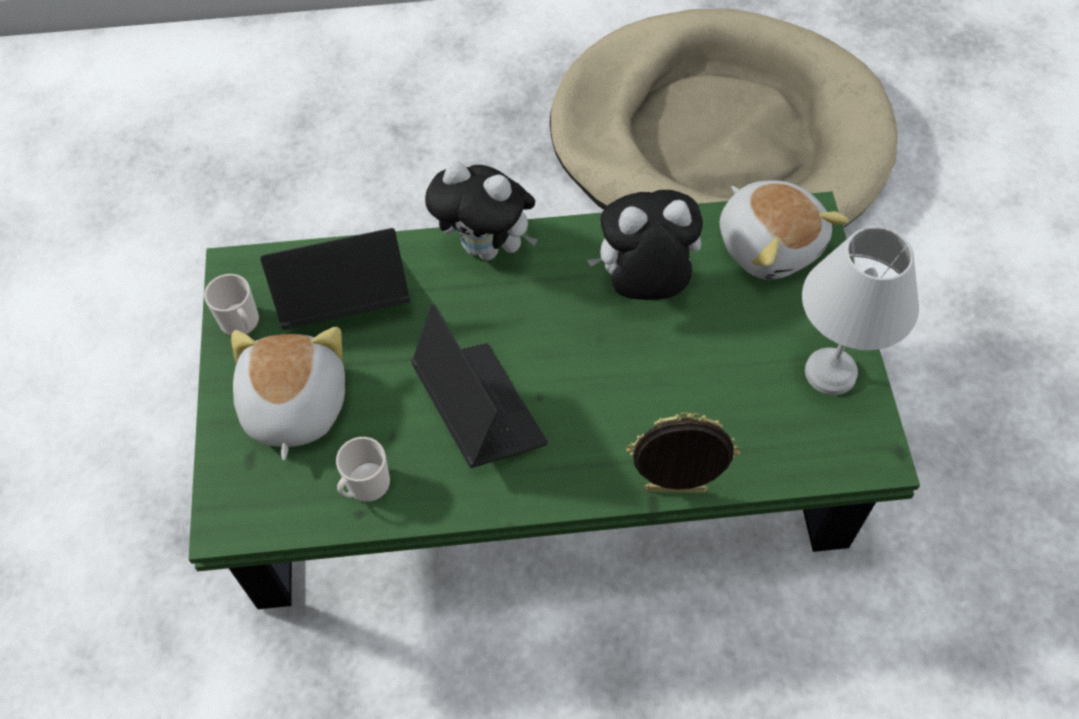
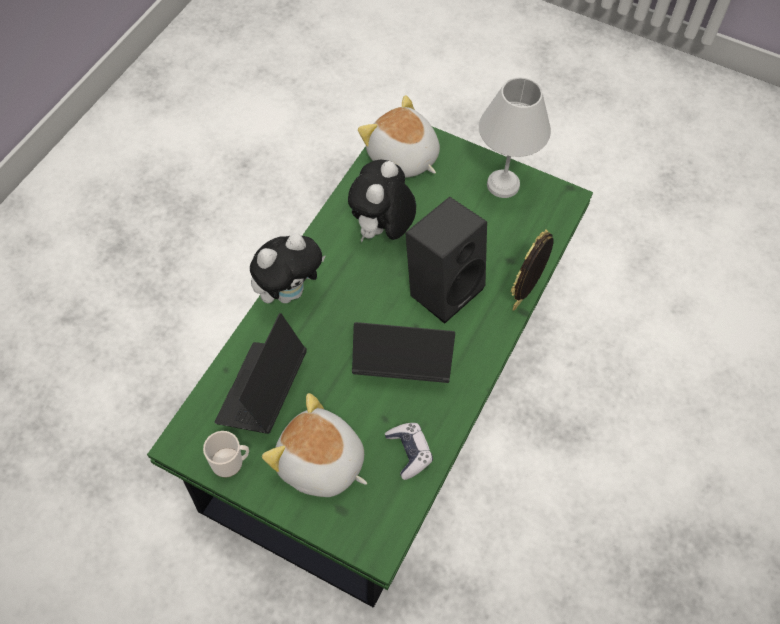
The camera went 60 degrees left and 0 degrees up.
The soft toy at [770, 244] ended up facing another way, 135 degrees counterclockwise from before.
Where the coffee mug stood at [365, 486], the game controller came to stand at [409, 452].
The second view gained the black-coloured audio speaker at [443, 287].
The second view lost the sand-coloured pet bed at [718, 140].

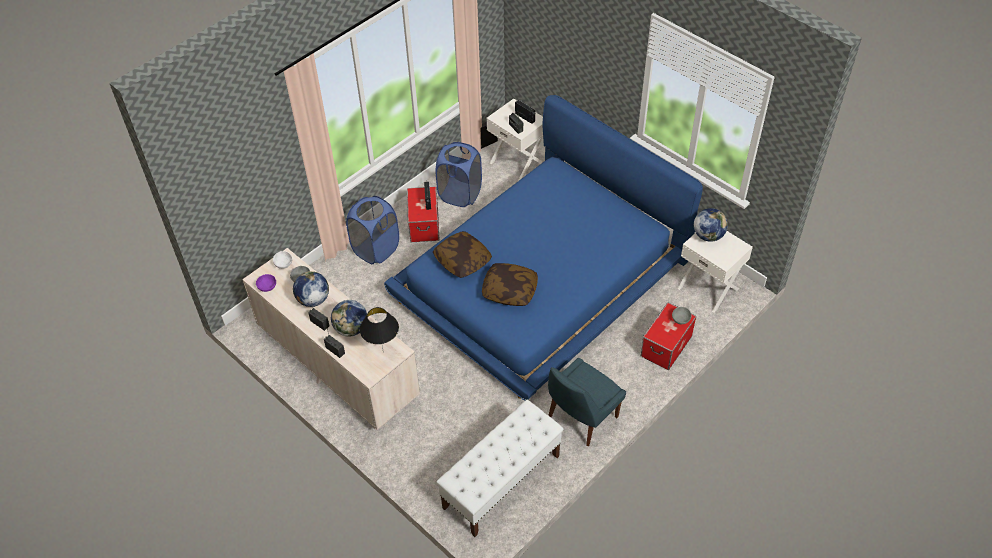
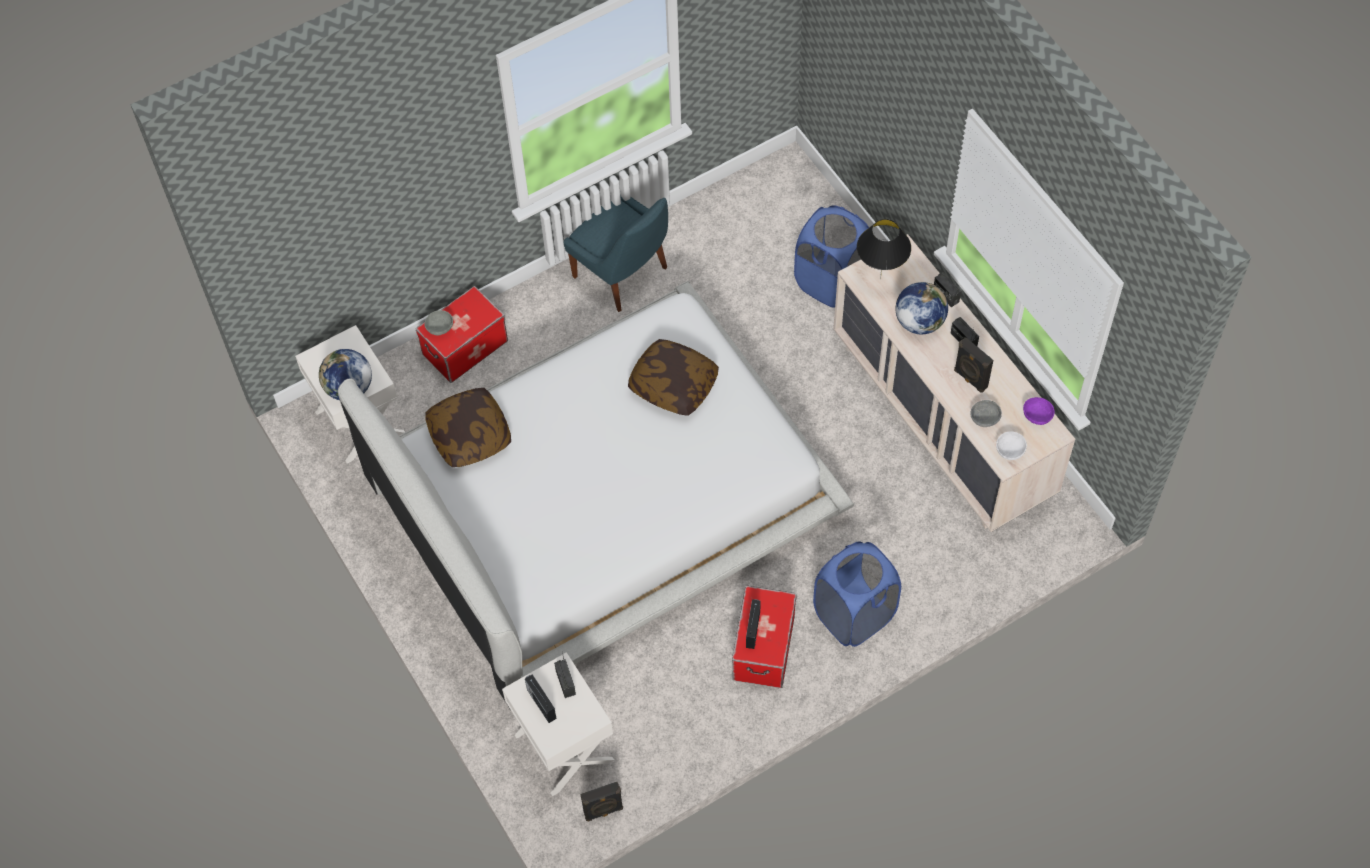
The camera went 165 degrees left and 10 degrees up.
What was the blue sleeping bed at [541, 278] turned into the whitish sleeping bed at [602, 498].
The throw pillow ended up elsewhere, having gone from [462, 261] to [470, 435].
The blue upright chair at [581, 418] ended up facing another way, 75 degrees clockwise from before.
The blue hamper ended up elsewhere, having gone from [460, 194] to [831, 282].
Where the world globe stood at [313, 300], the black-coloured audio speaker came to stand at [970, 379].
The second view lost the whitish long seat at [501, 482].

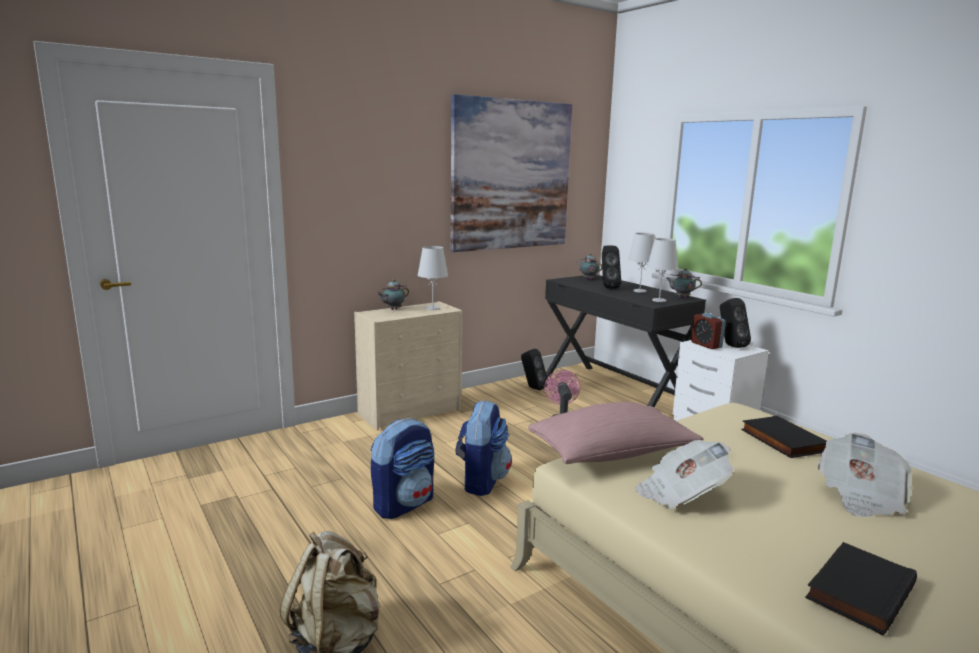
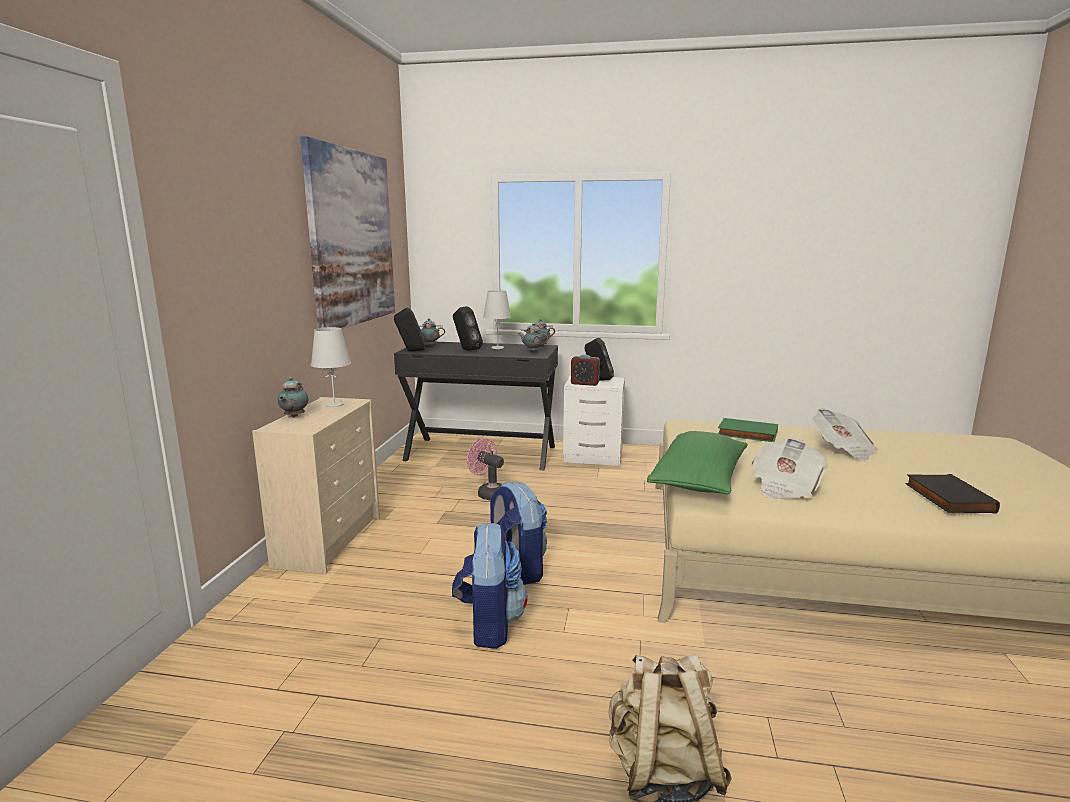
The camera went 45 degrees left and 0 degrees up.
The black-coloured audio speaker ended up elsewhere, having gone from [532, 388] to [411, 351].
Where the whitish tabletop lamp stood at [659, 300], the tea pot came to stand at [532, 352].
What was the pink-coloured throw pillow at [612, 454] turned into the green-coloured throw pillow at [699, 480].
What was the black-coloured volume at [780, 440] turned into the green-coloured volume at [746, 434].

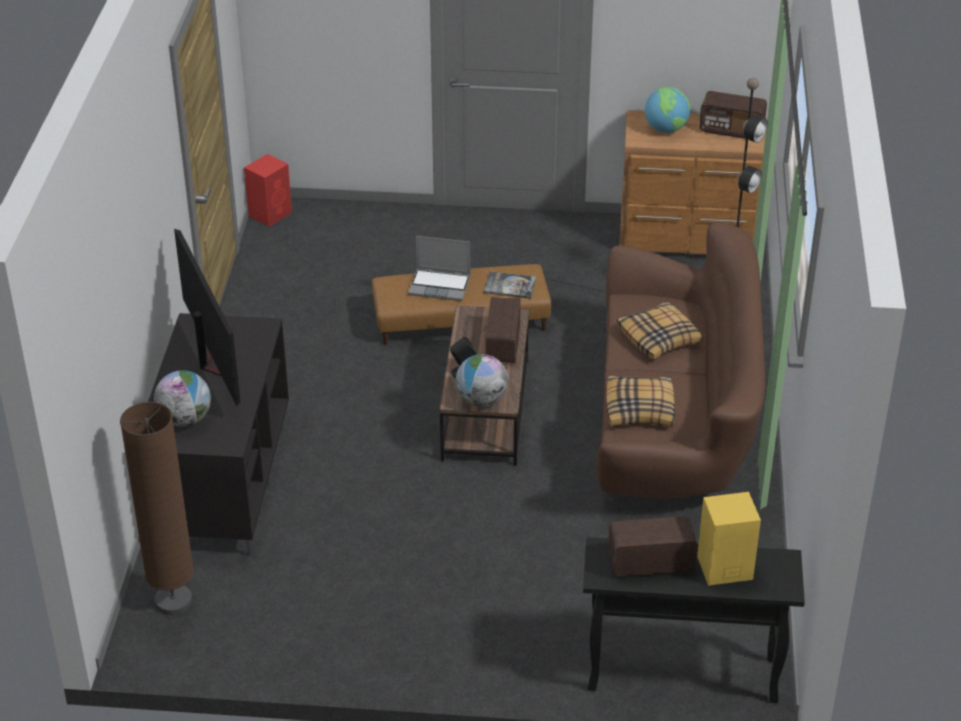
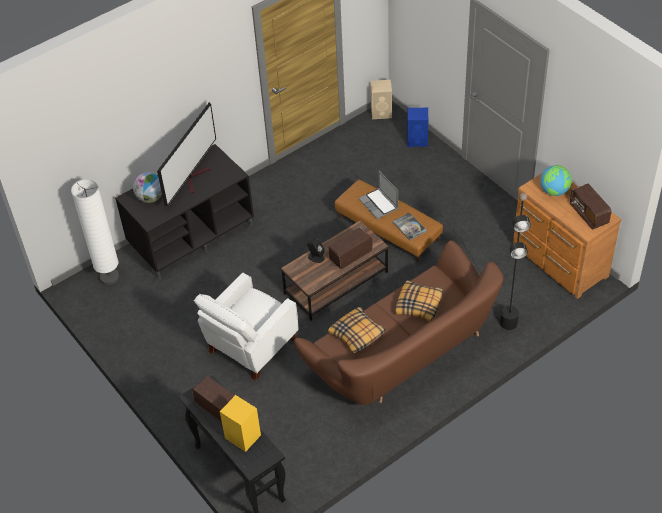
The camera went 50 degrees right and 10 degrees up.
What was the brown-coloured floor lamp at [173, 602] turned into the whitish floor lamp at [109, 277].
The second view gained the whitish easy chair at [249, 346].
What was the red-coloured audio speaker at [271, 214] turned into the sand-coloured audio speaker at [382, 112].
The second view gained the blue audio speaker at [418, 140].
The second view lost the world globe at [481, 400].

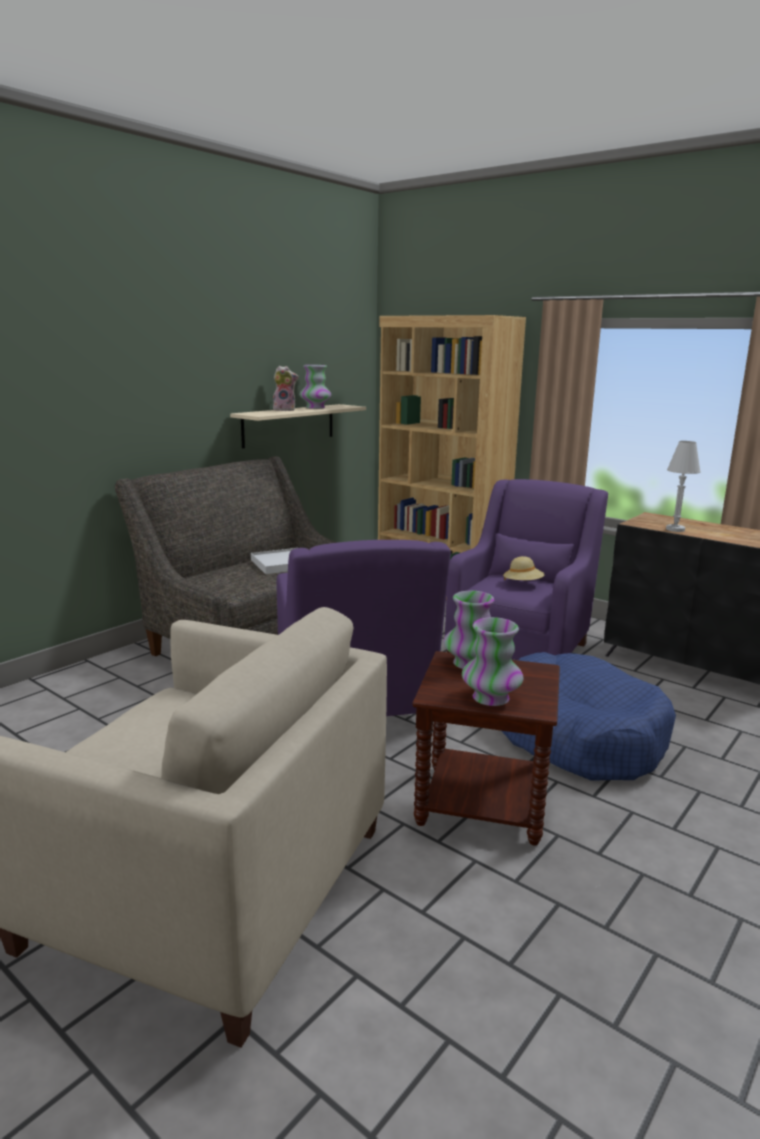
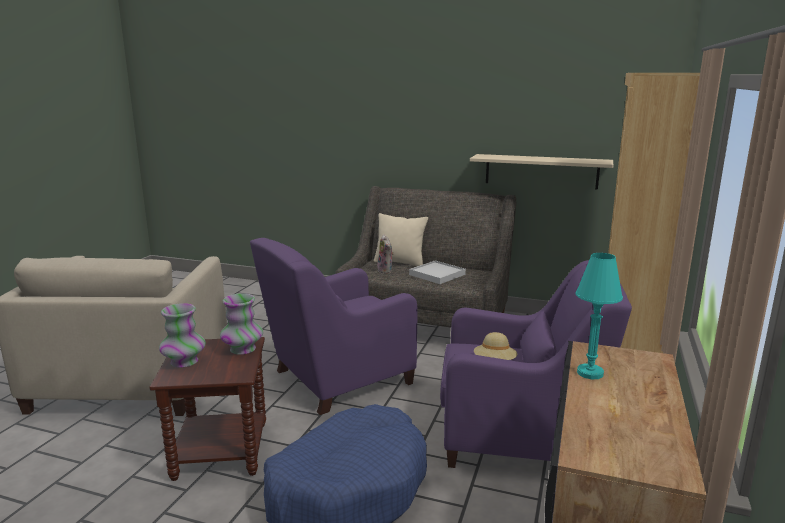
The camera went 70 degrees right and 0 degrees up.
The second view gained the sand-coloured throw pillow at [400, 262].
The soft toy ended up elsewhere, having gone from [285, 410] to [386, 271].
What was the whitish tabletop lamp at [675, 529] turned into the turquoise-coloured tabletop lamp at [590, 373].
The second view lost the decorative vase at [315, 408].

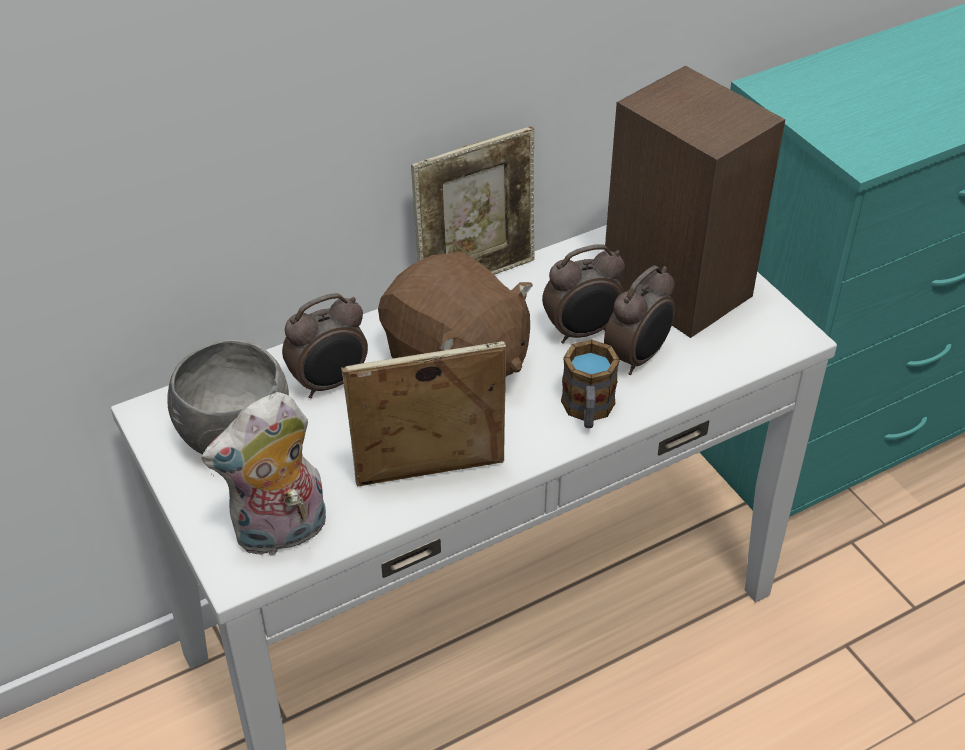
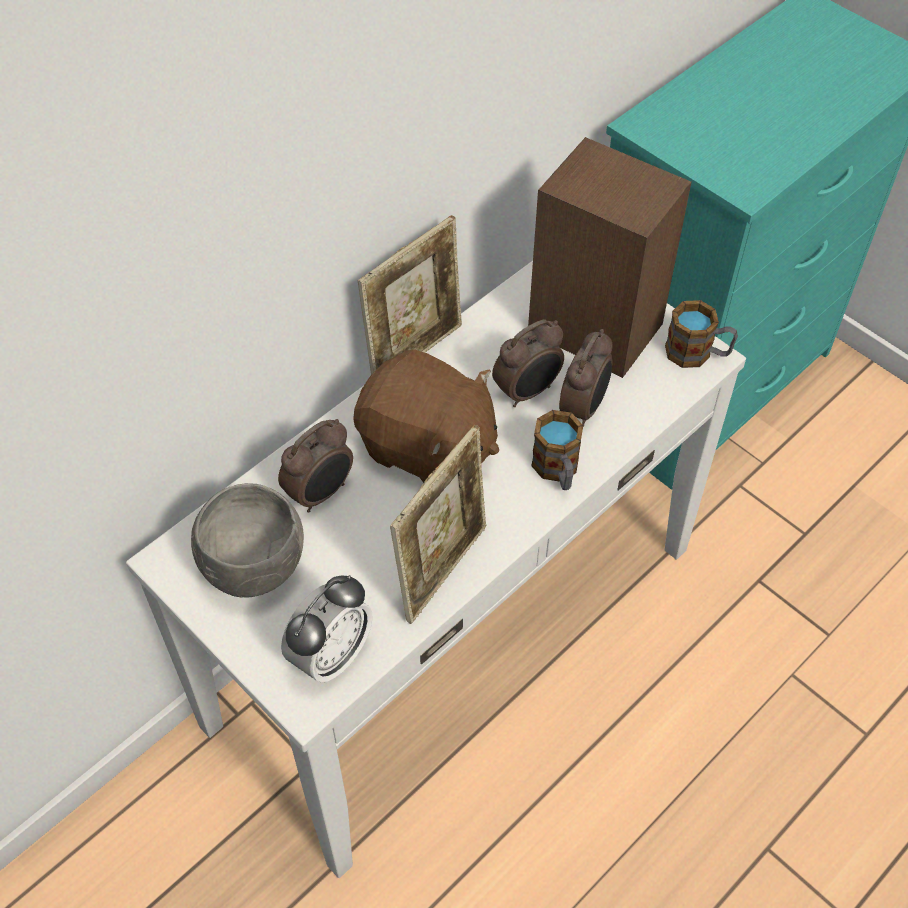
The camera went 15 degrees left and 10 degrees up.
Where the soft toy stood at [281, 534], the table clock came to stand at [331, 655].
The photo frame at [429, 478] ended up facing another way, 150 degrees clockwise from before.
The second view gained the coffee mug at [697, 353].

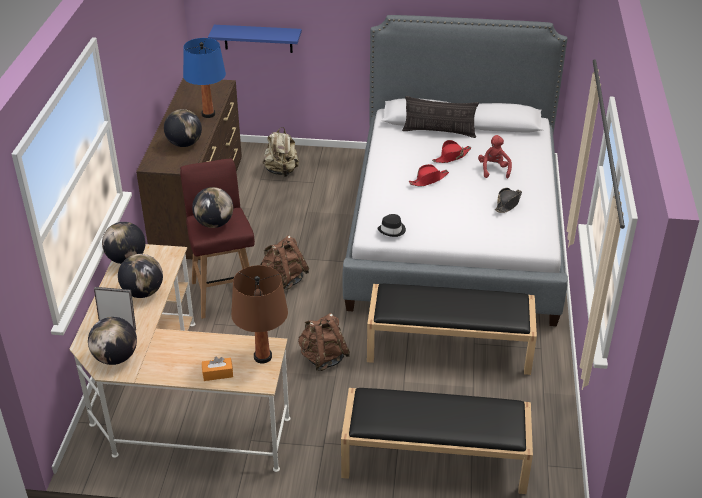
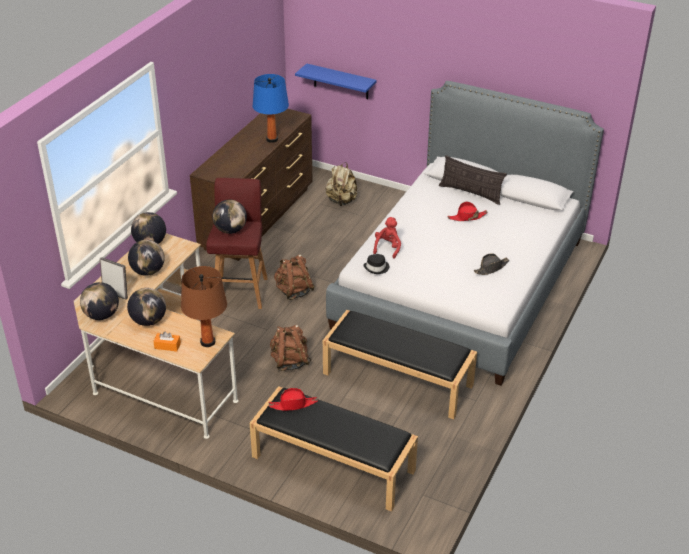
The camera went 20 degrees right and 0 degrees up.
The world globe ended up elsewhere, having gone from [184, 144] to [149, 321].
The red-coloured hat ended up elsewhere, having gone from [428, 180] to [293, 404].
The red-coloured soft toy ended up elsewhere, having gone from [493, 169] to [387, 248].

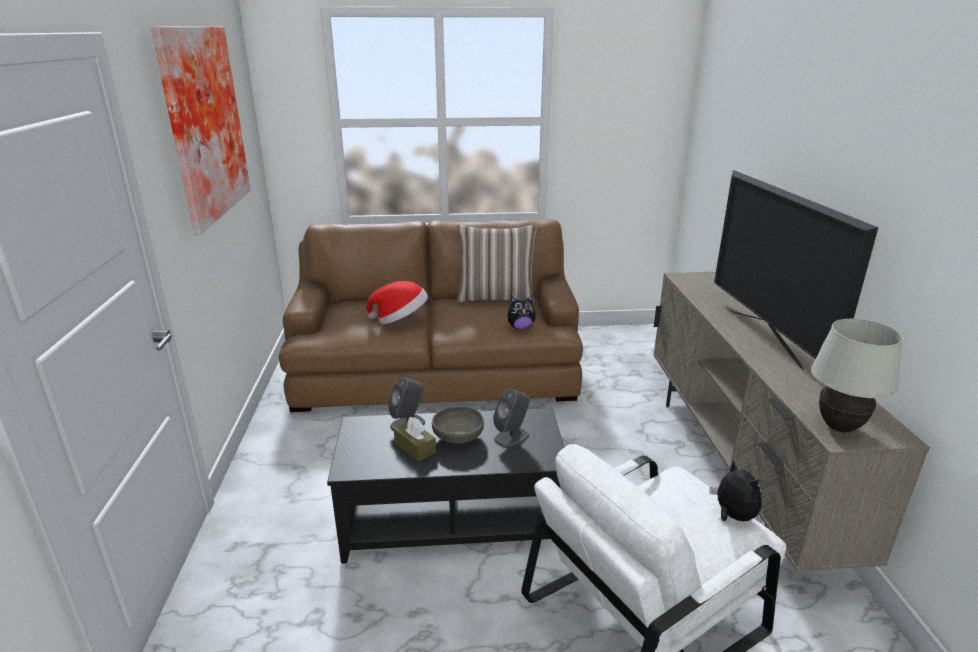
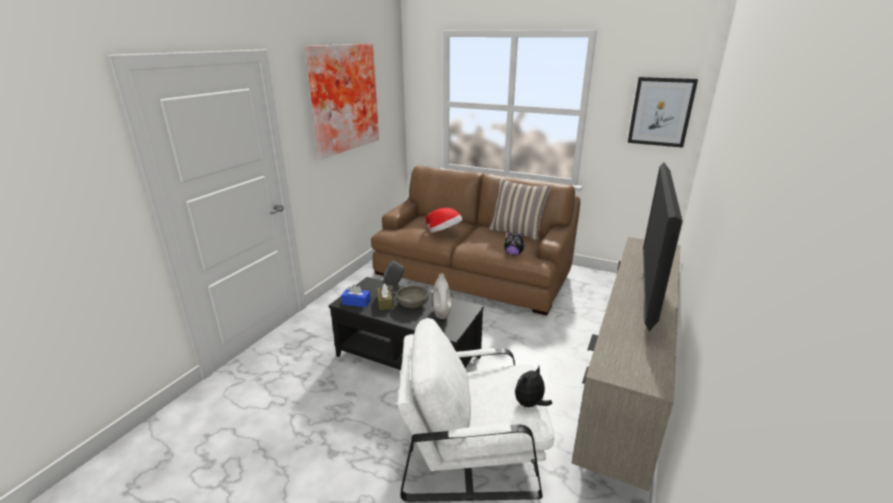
The camera went 30 degrees right and 0 degrees up.
The second view gained the blue tissue box at [356, 302].
Where the greyish audio speaker stood at [512, 437], the whitish decorative vase came to stand at [442, 314].
The soft toy at [732, 516] ended up facing another way, 135 degrees counterclockwise from before.
The second view gained the wall art at [661, 112].
The second view lost the whitish tabletop lamp at [839, 427].

